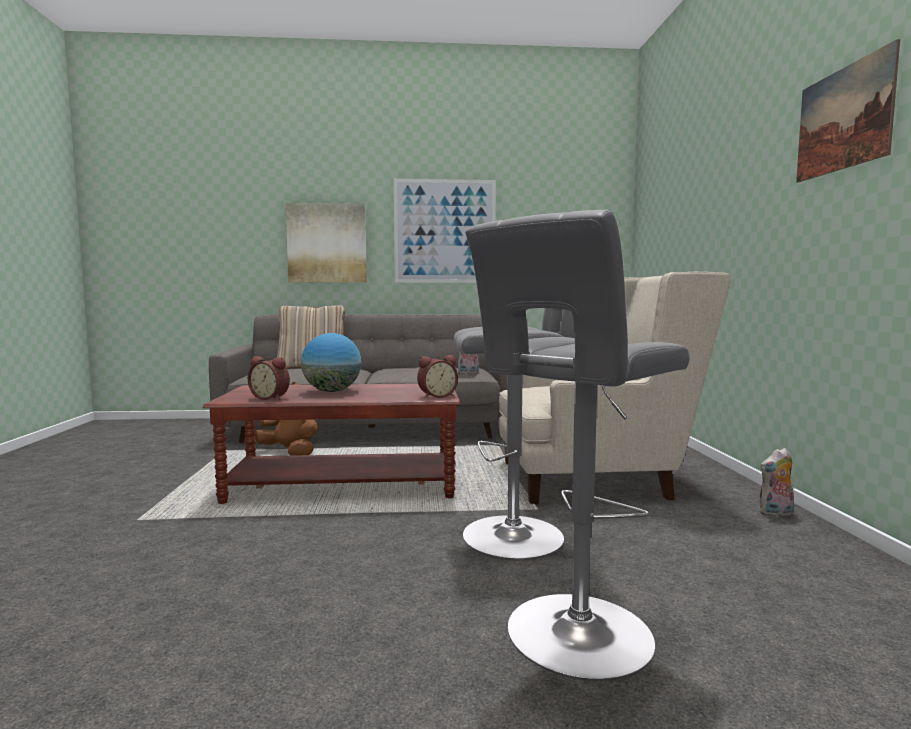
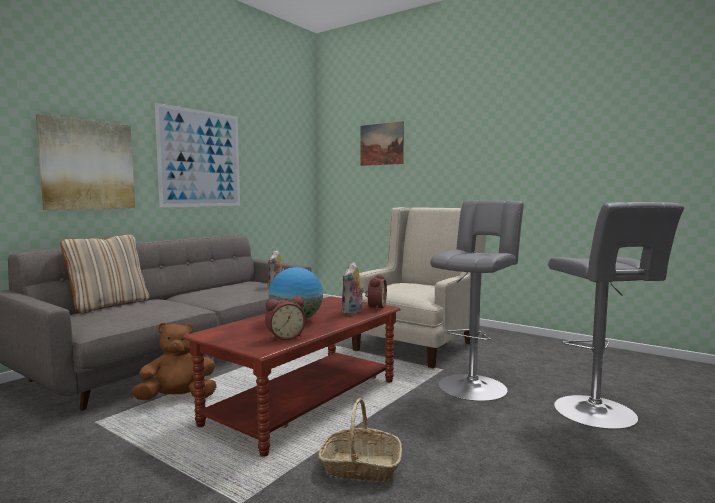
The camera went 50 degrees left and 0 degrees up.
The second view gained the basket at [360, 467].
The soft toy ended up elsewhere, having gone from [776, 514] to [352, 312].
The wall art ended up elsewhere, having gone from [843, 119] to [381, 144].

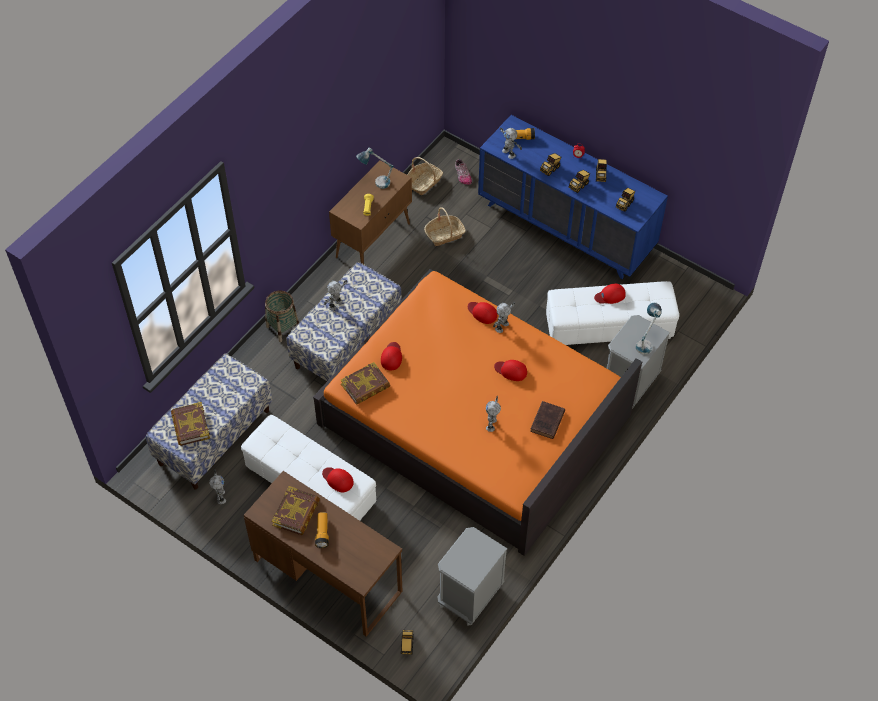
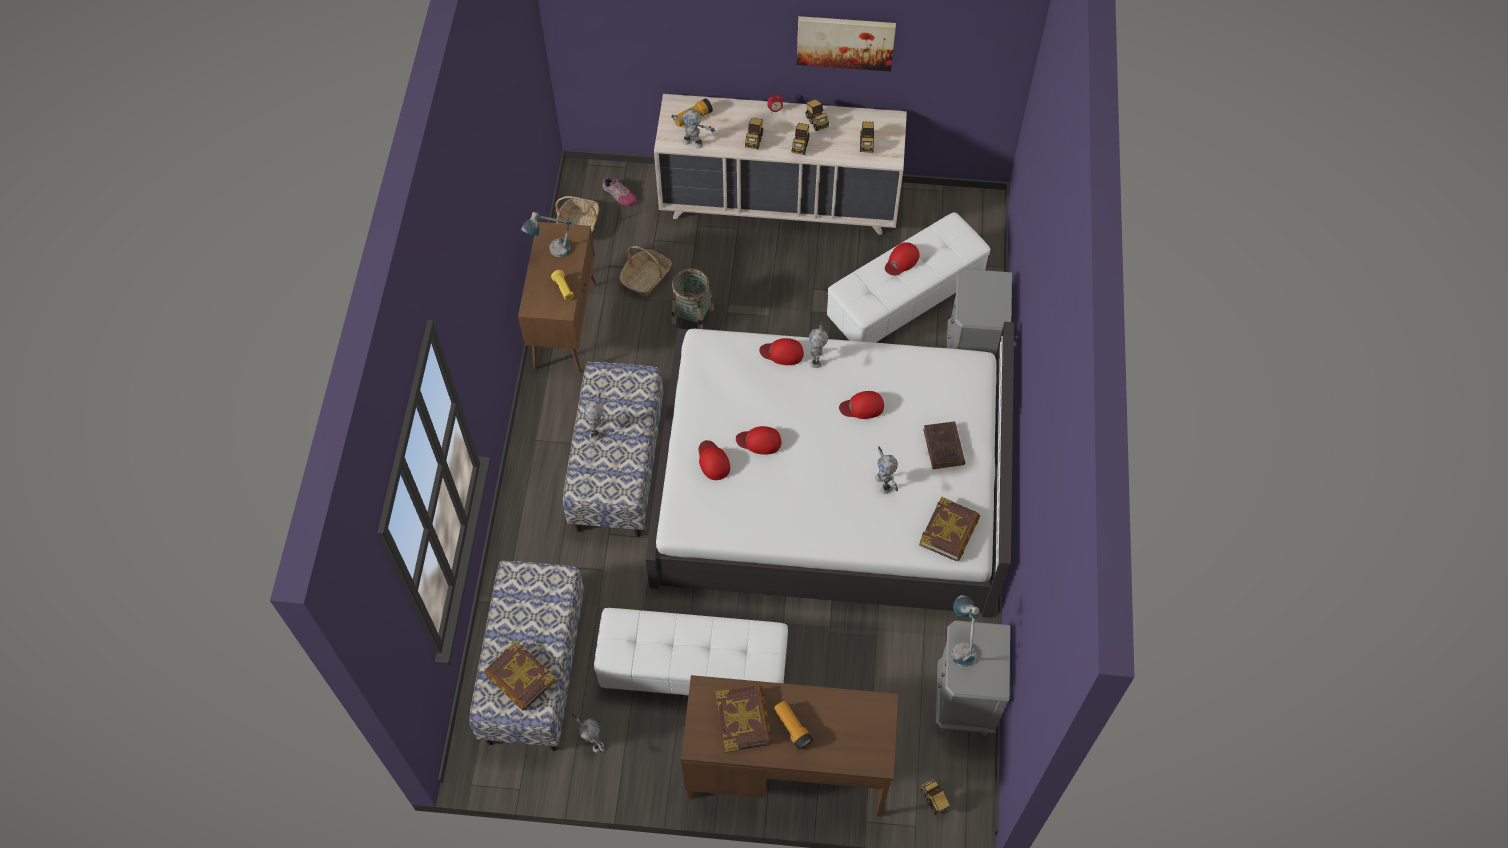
The camera went 30 degrees left and 5 degrees up.
What was the orange-coloured sleeping bed at [474, 420] turned into the whitish sleeping bed at [830, 486].
What was the blue drawer chest at [566, 227] turned into the sand-coloured drawer chest at [780, 203].
The basket ended up elsewhere, having gone from [283, 328] to [692, 316].
The red-coloured baseball cap ended up elsewhere, having gone from [338, 479] to [759, 441].
The second view gained the wall art at [845, 42].
The volume ended up elsewhere, having gone from [365, 386] to [949, 532].
The tabletop lamp ended up elsewhere, having gone from [646, 342] to [961, 645].

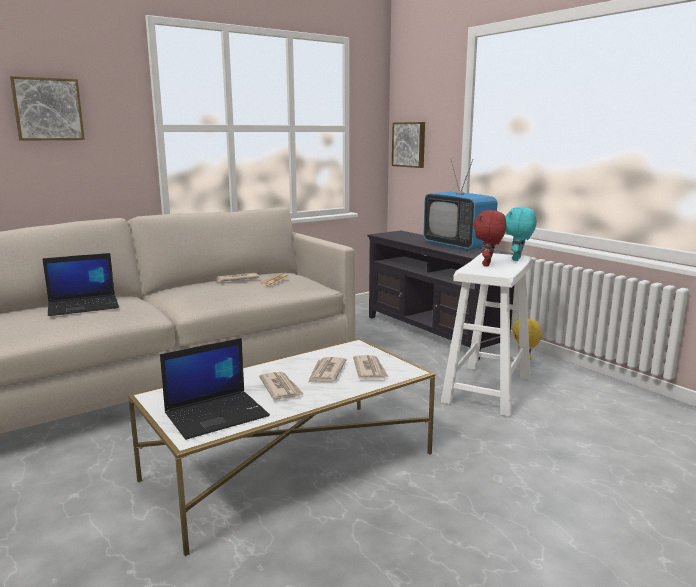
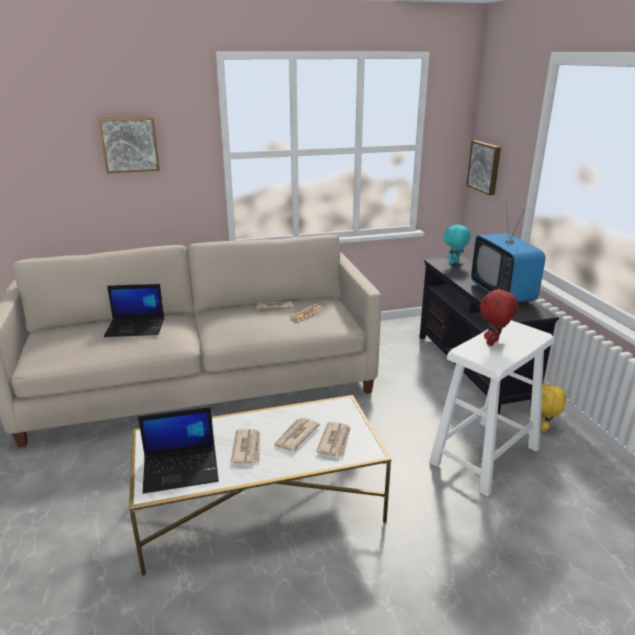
The camera went 20 degrees right and 10 degrees up.
The turquoise-coloured soft toy ended up elsewhere, having gone from [517, 259] to [454, 263].

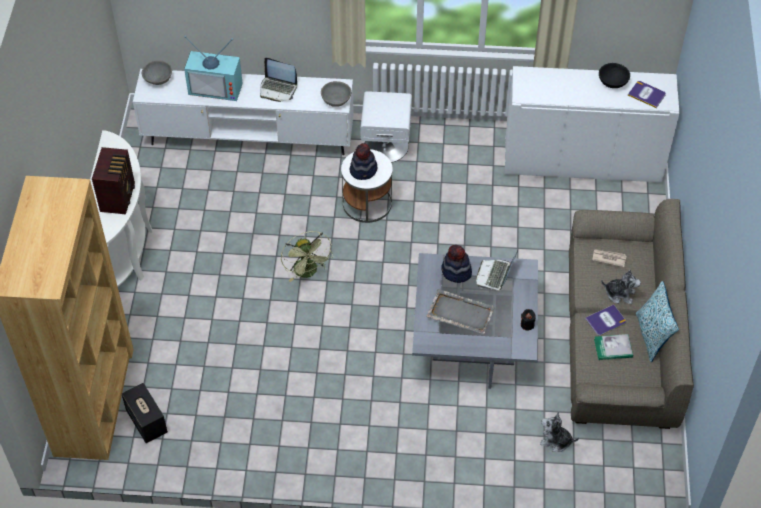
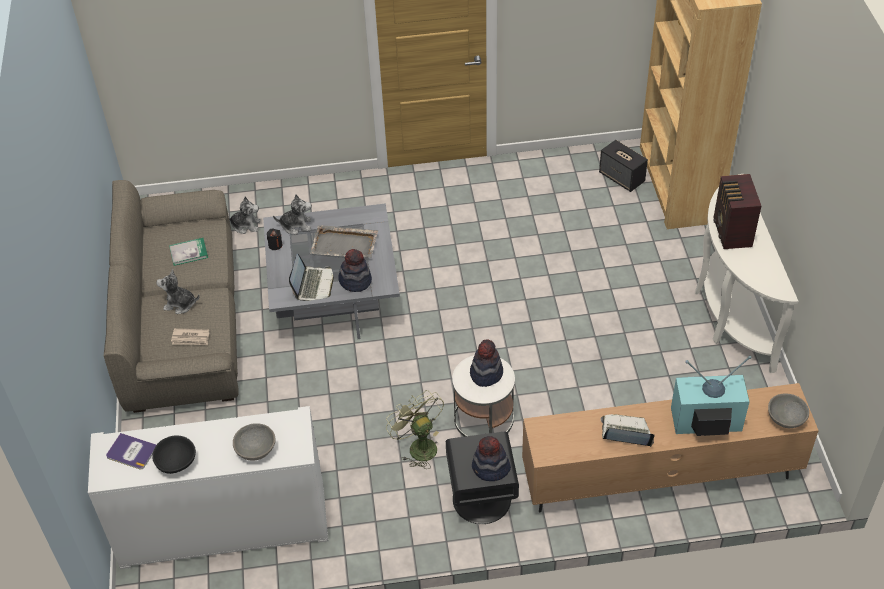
The camera went 170 degrees right and 5 degrees down.
The greyish serving bowl ended up elsewhere, having gone from [336, 100] to [256, 449].
The second view gained the soft toy at [296, 225].
The green-coloured cooling fan ended up elsewhere, having gone from [308, 272] to [418, 446].
What was the whitish nightstand at [386, 145] turned into the black-coloured nightstand at [481, 499].
The second view gained the hat at [490, 468].
What was the whitish tv unit at [248, 138] turned into the brown-coloured tv unit at [660, 476].
The second view lost the volume at [606, 321].
The second view lost the throw pillow at [651, 336].

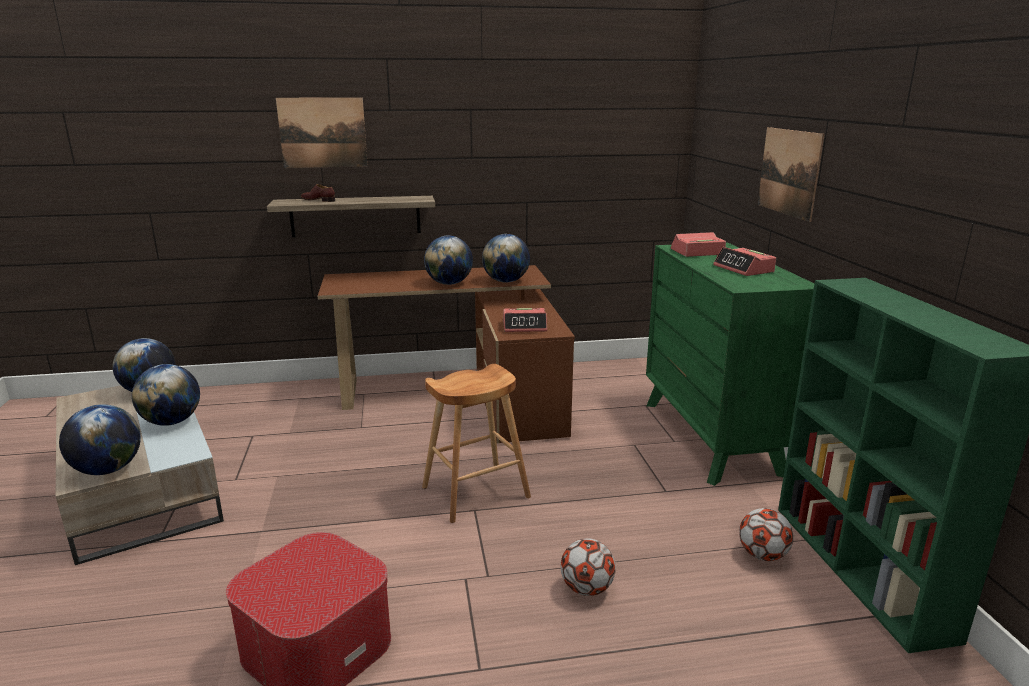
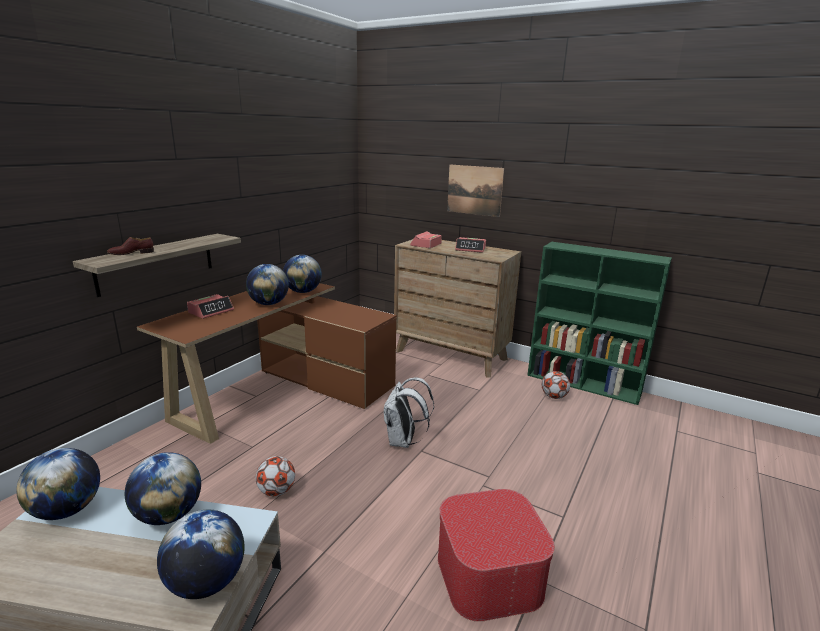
The camera went 50 degrees left and 0 degrees up.
The table clock ended up elsewhere, having gone from [525, 326] to [211, 311].
The football ball ended up elsewhere, having gone from [586, 588] to [276, 491].
Where the brown-coloured sitting stool stood at [476, 492], the whitish rucksack came to stand at [403, 441].
What was the green-coloured drawer chest at [711, 437] turned into the brown-coloured drawer chest at [451, 355].
The second view lost the wall art at [323, 132].

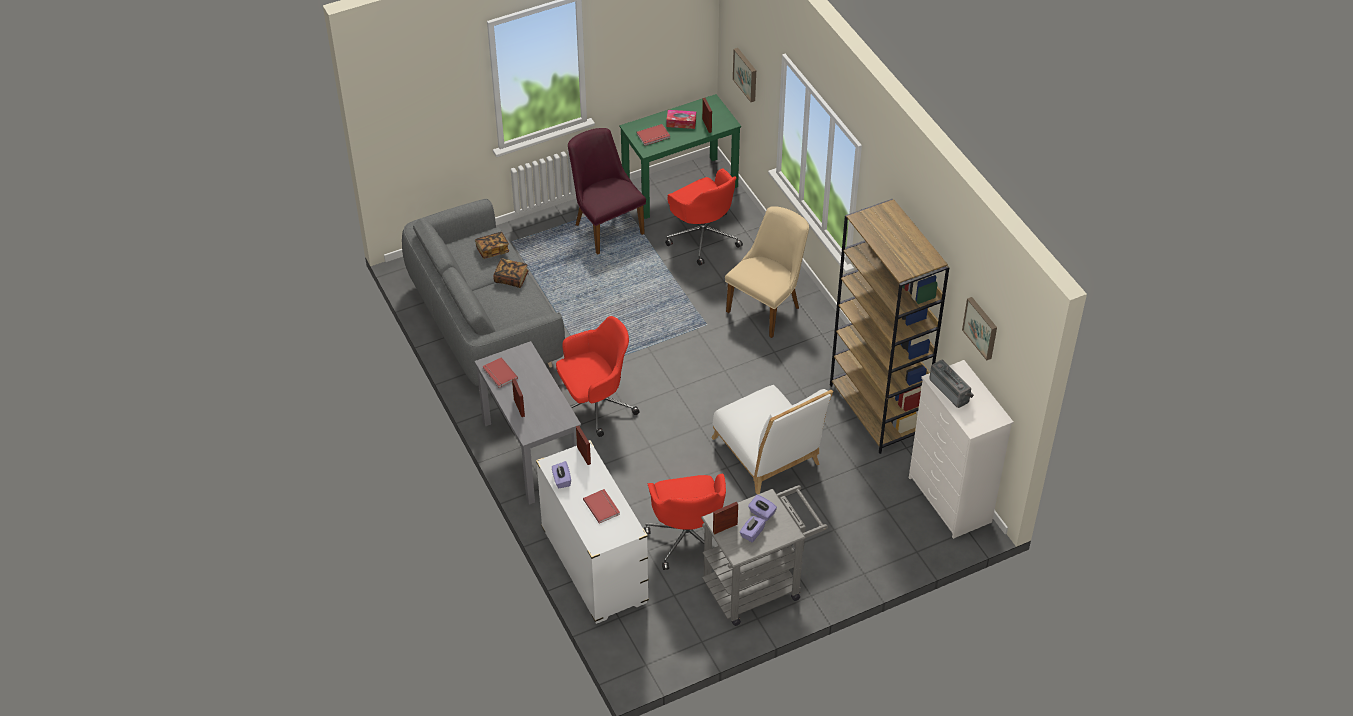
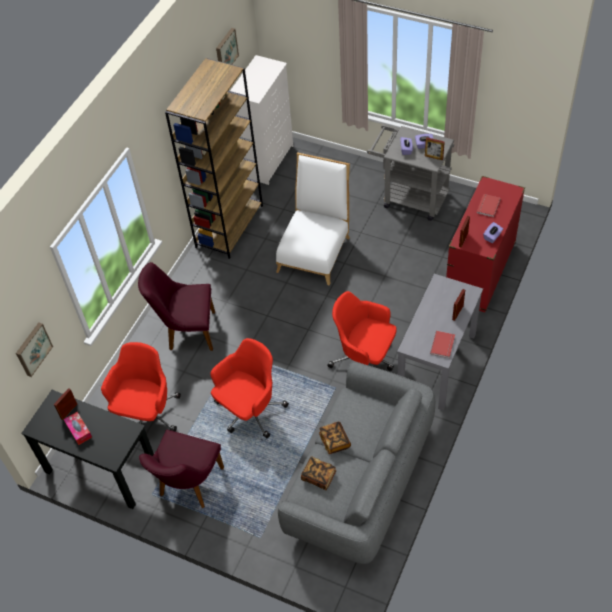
The camera went 125 degrees left and 5 degrees up.
What was the green-coloured desk at [680, 187] turned into the black-coloured desk at [101, 469].
What was the sand-coloured upright chair at [768, 306] turned into the purple-coloured upright chair at [186, 331].
The red-coloured office chair ended up elsewhere, having gone from [687, 537] to [249, 411].
What was the whitish drawer chest at [594, 566] turned into the red-coloured drawer chest at [480, 272].
The second view lost the red-coloured volume at [654, 136].
The second view lost the radio at [951, 390].

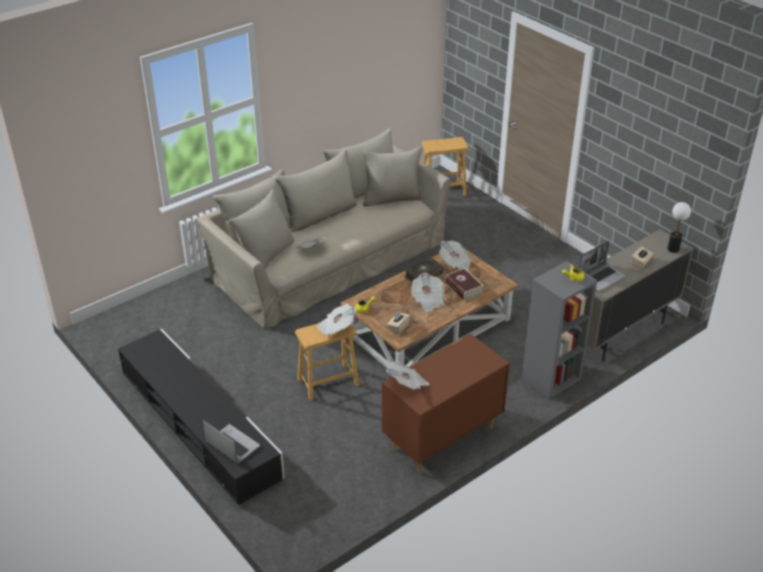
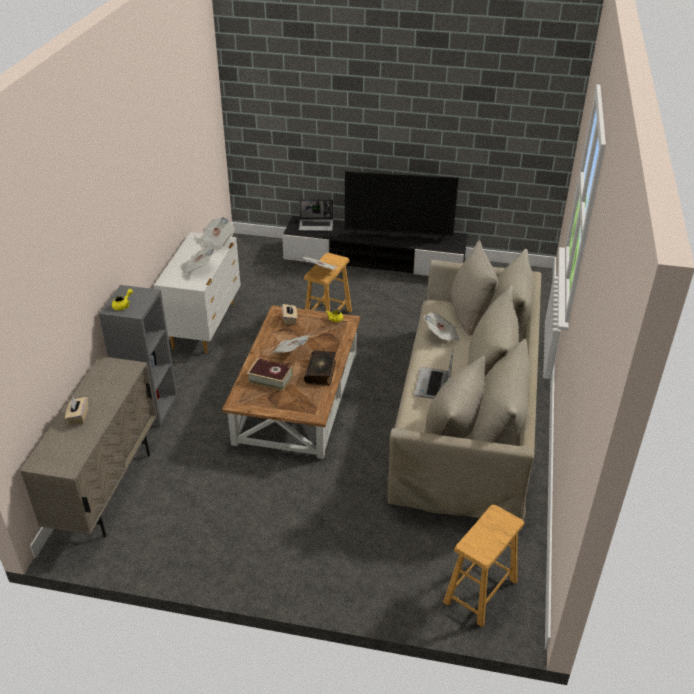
The camera went 140 degrees right and 0 degrees up.
What was the brown-coloured drawer chest at [441, 438] turned into the whitish drawer chest at [205, 325].
The newspaper ended up elsewhere, having gone from [455, 263] to [197, 268].
The second view gained the TV set at [398, 236].
The laptop ended up elsewhere, having gone from [601, 277] to [433, 385].
The second view lost the tabletop lamp at [673, 249].

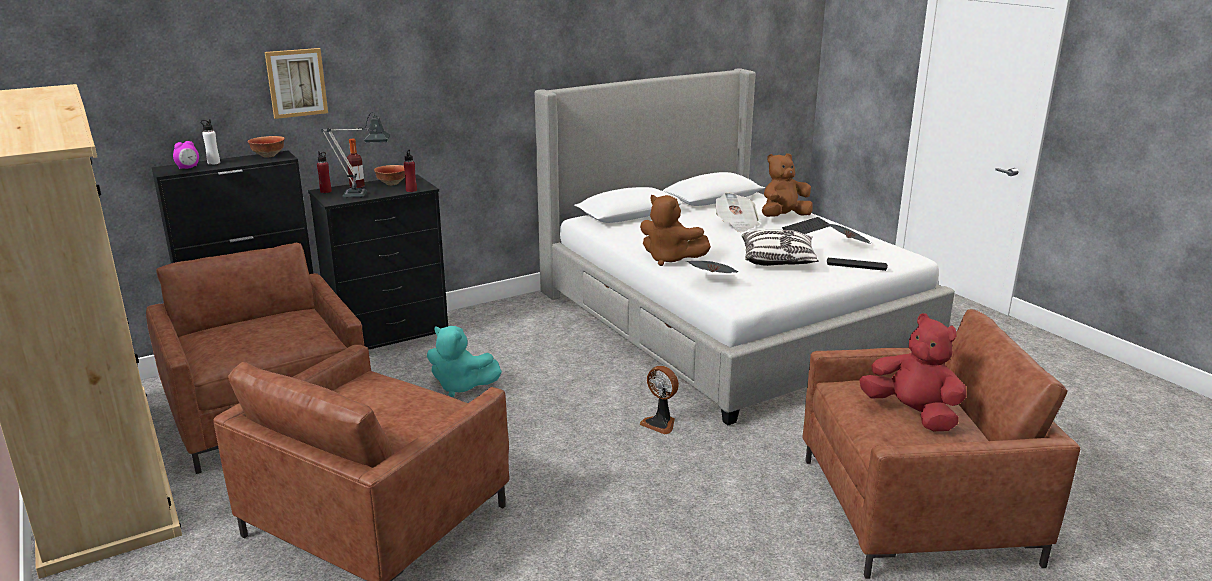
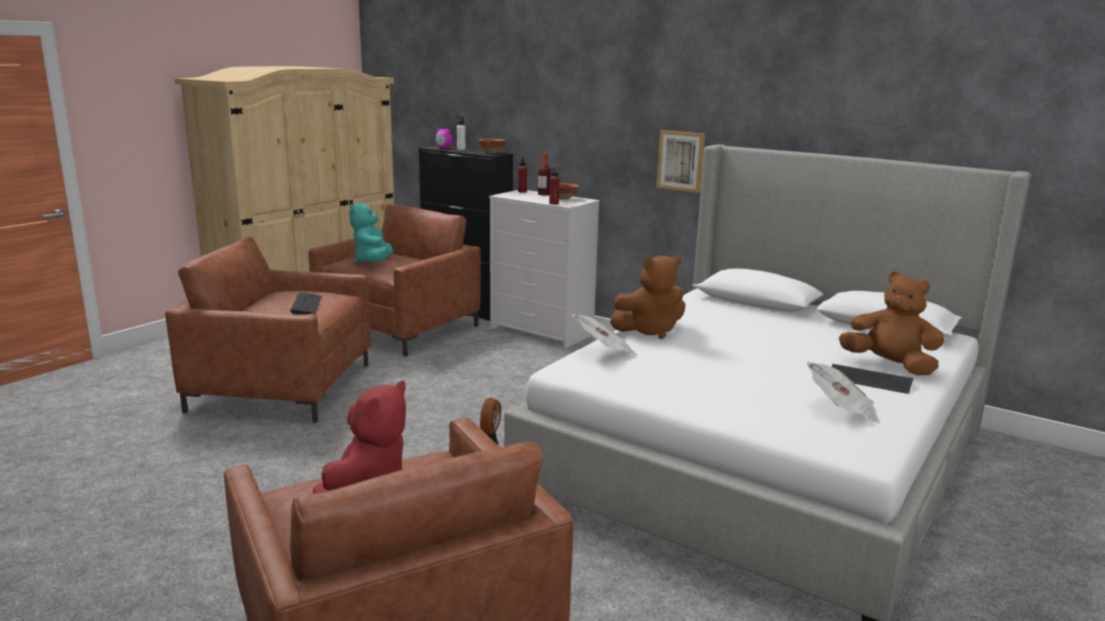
The camera went 65 degrees right and 5 degrees down.
The keyboard ended up elsewhere, having gone from [856, 264] to [306, 305].
The turquoise-coloured soft toy ended up elsewhere, having gone from [461, 386] to [373, 262].
What was the black-coloured drawer chest at [390, 338] turned into the whitish drawer chest at [542, 332].
The brown-coloured soft toy at [670, 259] ended up facing another way, 120 degrees counterclockwise from before.
The wall art ended up elsewhere, having gone from [296, 82] to [681, 161].
The second view lost the tabletop lamp at [362, 195].
The second view lost the newspaper at [736, 224].
The second view lost the throw pillow at [778, 260].

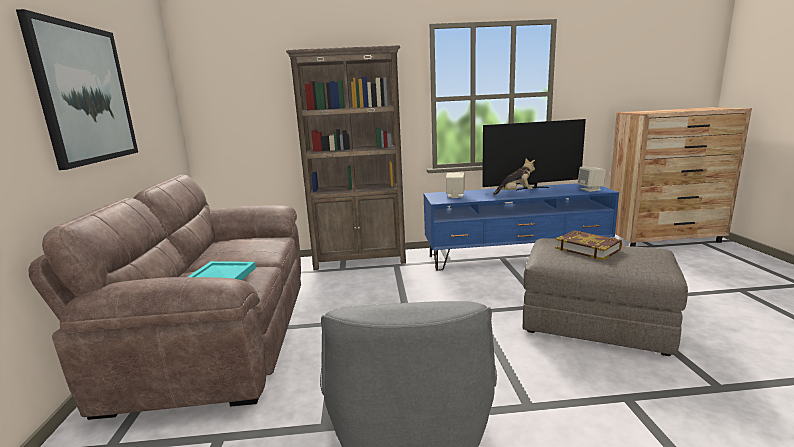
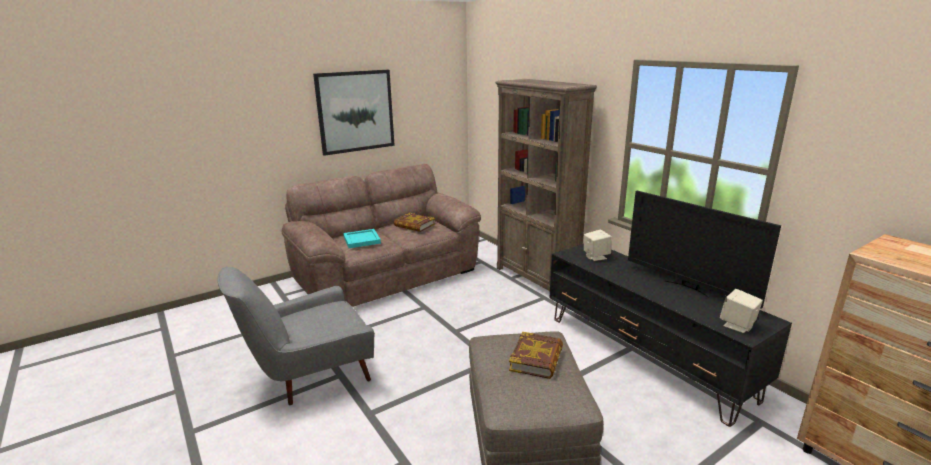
The camera went 60 degrees right and 5 degrees up.
The second view gained the volume at [414, 225].
What was the blue tv unit at [515, 256] turned into the black-coloured tv unit at [645, 356].
The second view lost the soft toy at [515, 193].

